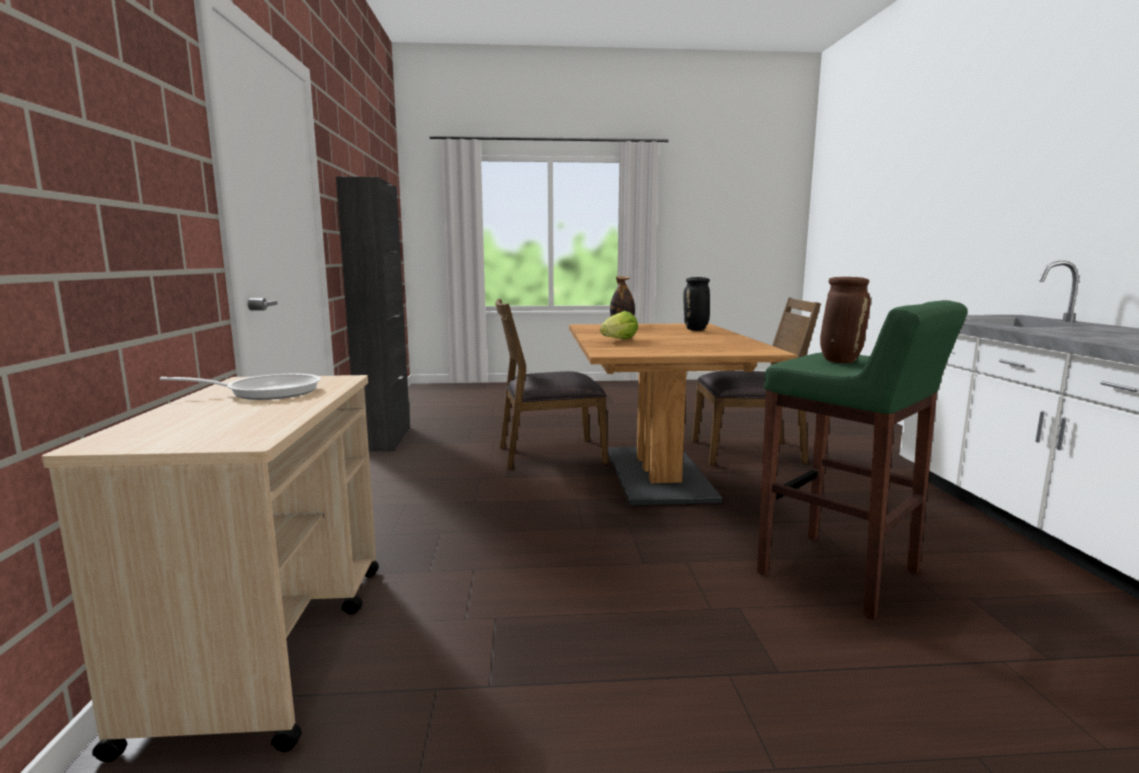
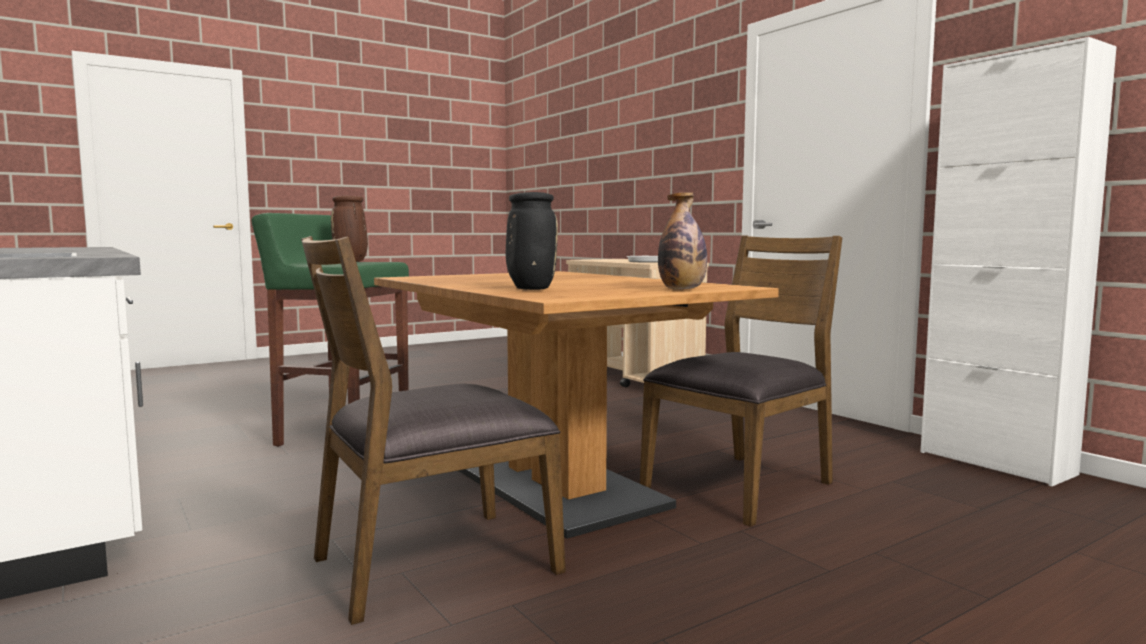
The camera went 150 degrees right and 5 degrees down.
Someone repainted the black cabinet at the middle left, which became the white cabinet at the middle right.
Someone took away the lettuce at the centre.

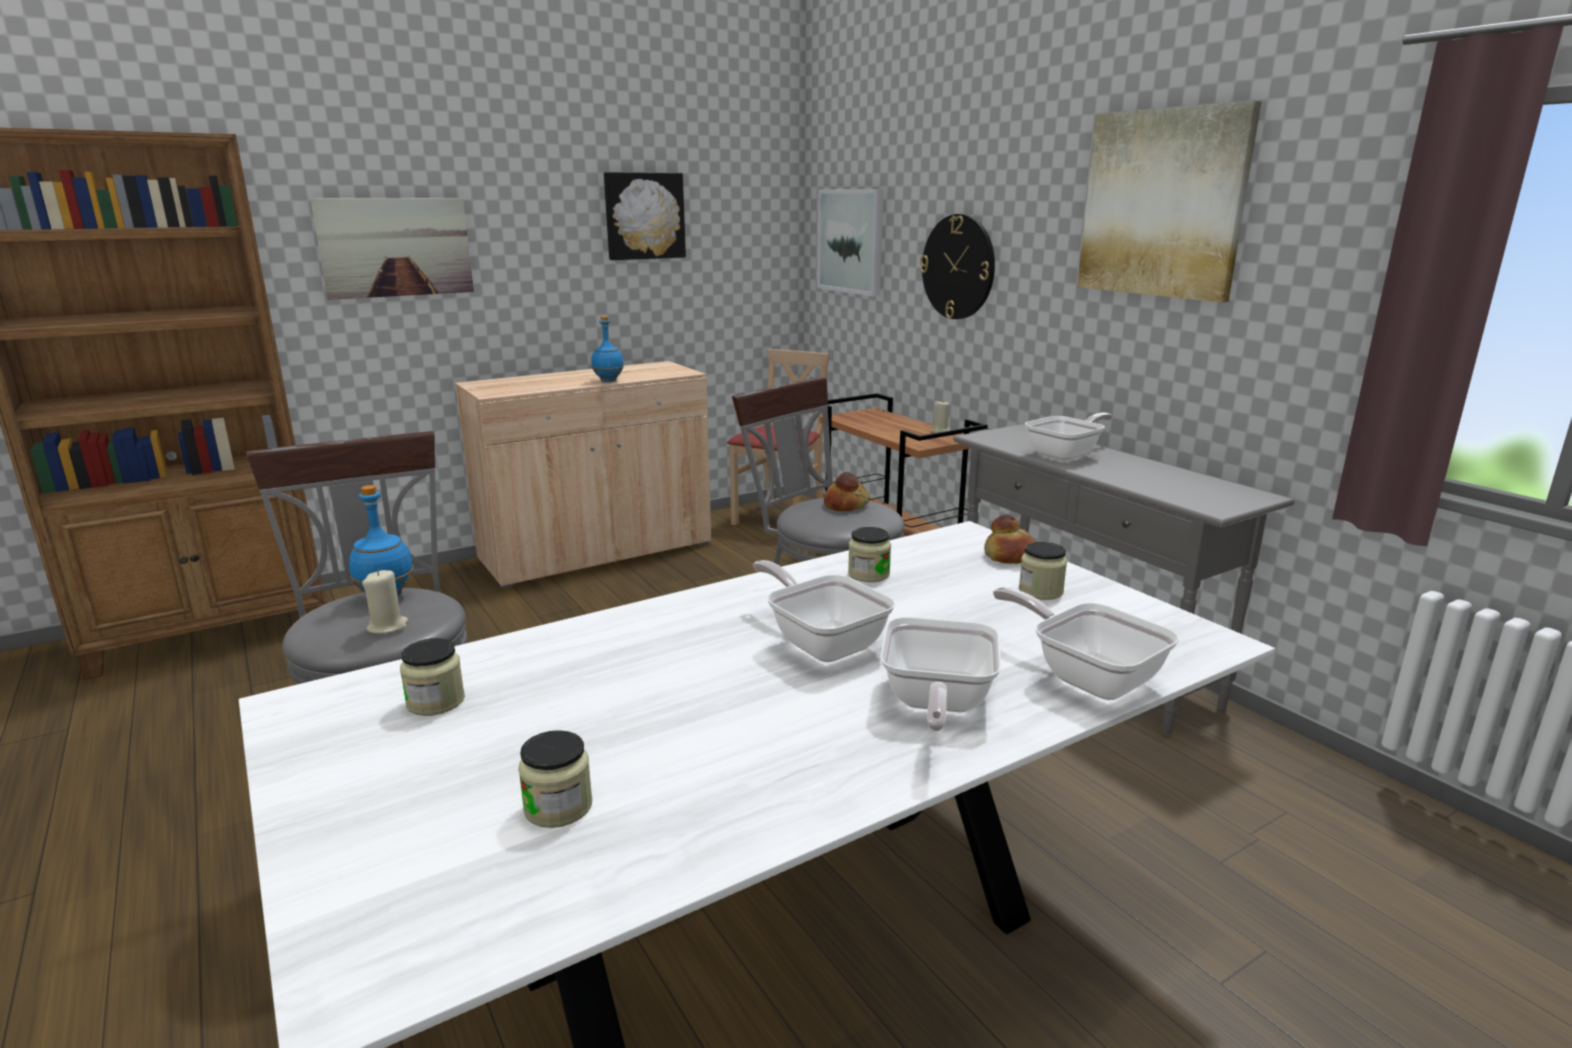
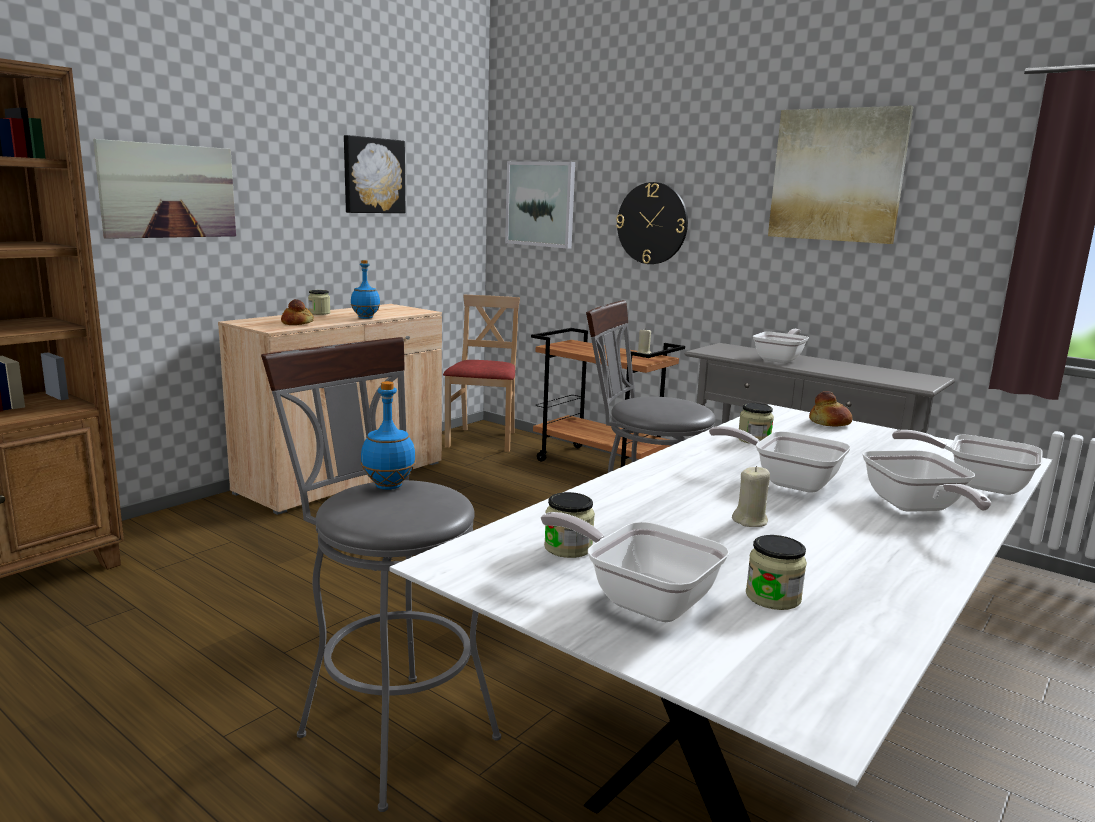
The camera went 20 degrees left and 5 degrees down.
Someone carried the beige candle (1st from left in the first image) from the middle left to the middle right.
Someone carried the bread (1st from left) from the centre to the middle left.
Someone carried the jar (4th from left in the first image) from the centre to the middle left.
Someone put down the frying pan (1st from left) at the bottom centre.

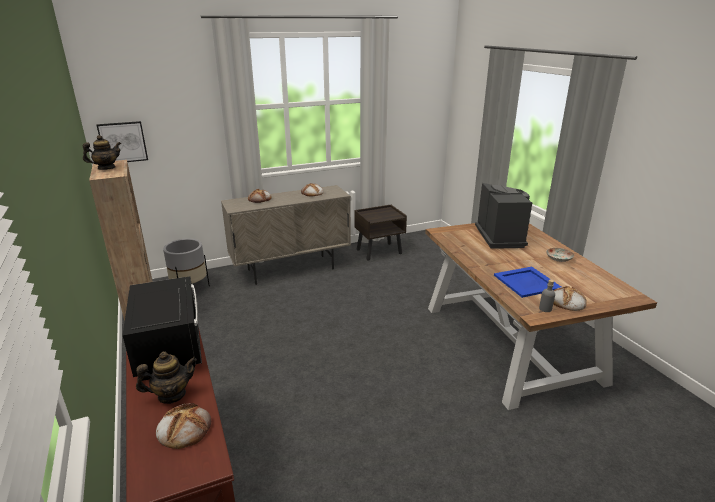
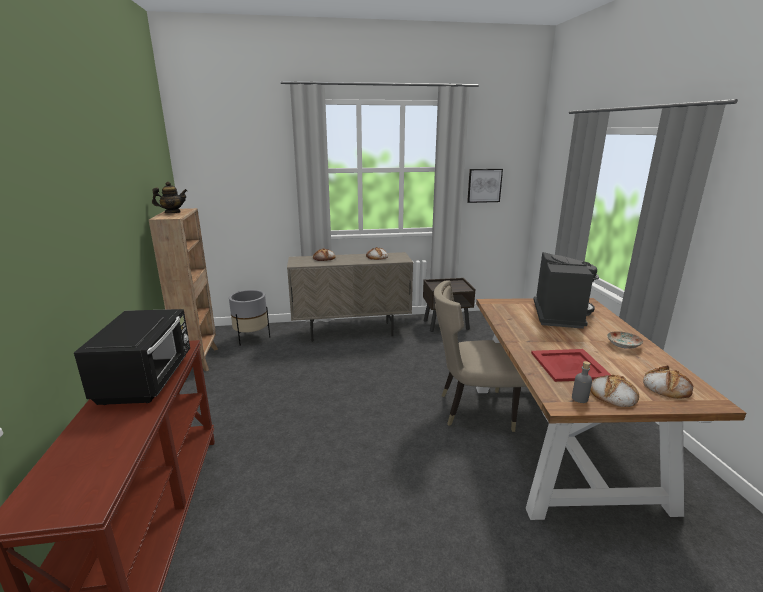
The camera went 15 degrees right and 5 degrees down.
Someone carried the picture from the top left to the top centre.
Someone took away the teapot (2nd from left) at the bottom left.
Someone carried the bread (1st from left in the first image) from the bottom left to the middle right.
Someone repainted the blue tray at the middle right, which became the red tray at the middle right.
Someone put down the beige chair at the centre.

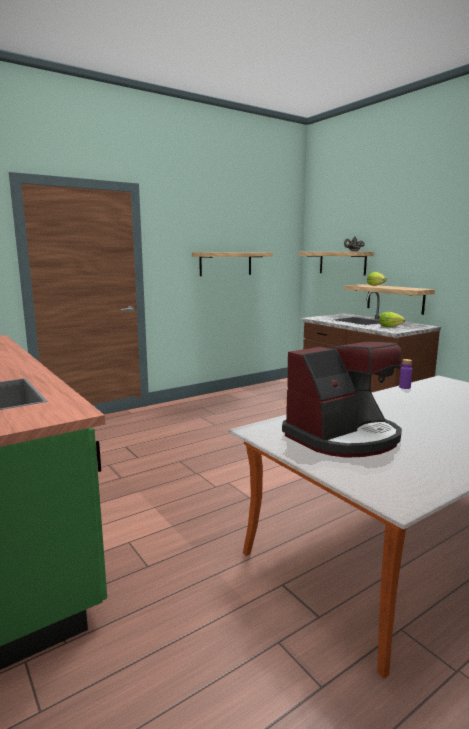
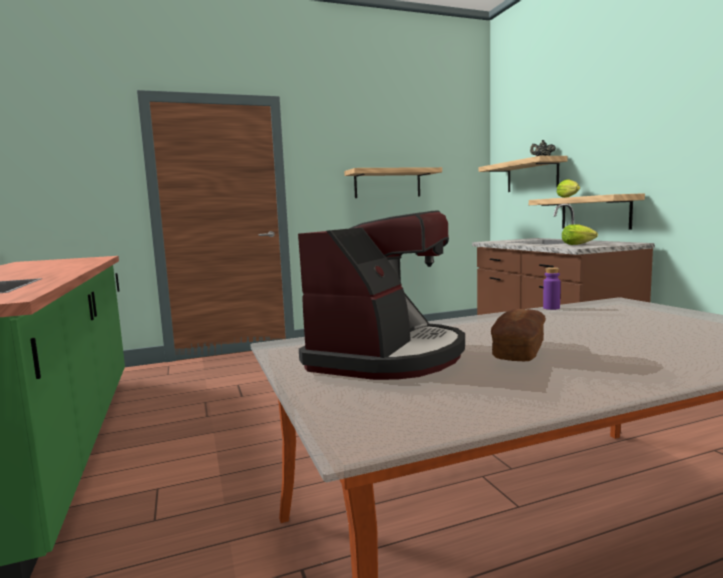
The camera went 15 degrees right and 5 degrees down.
Someone rotated the coffee machine at the middle right by 45 degrees counterclockwise.
Someone put down the bread at the middle right.

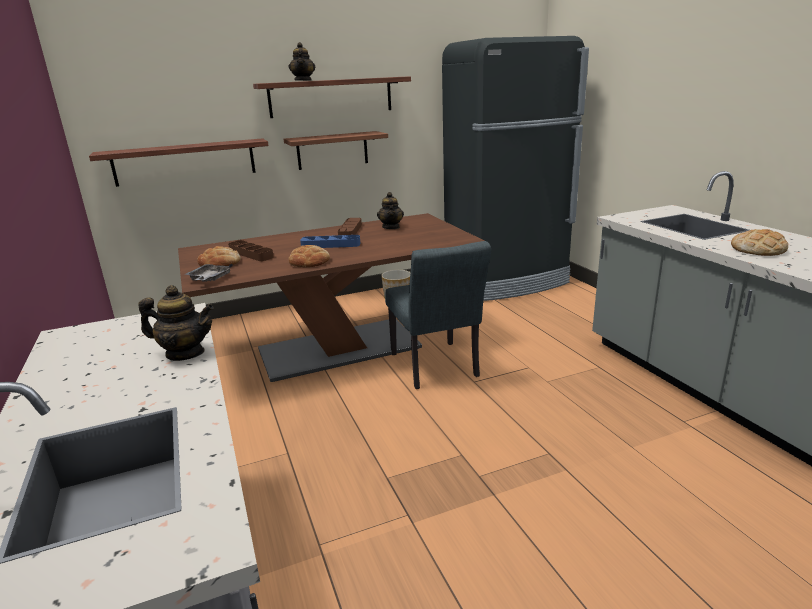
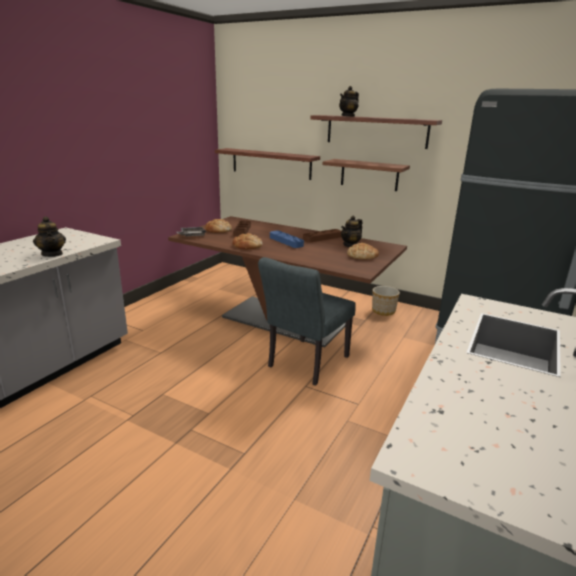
The camera went 50 degrees right and 0 degrees up.
Someone carried the bread (3rd from left) from the middle right to the centre.

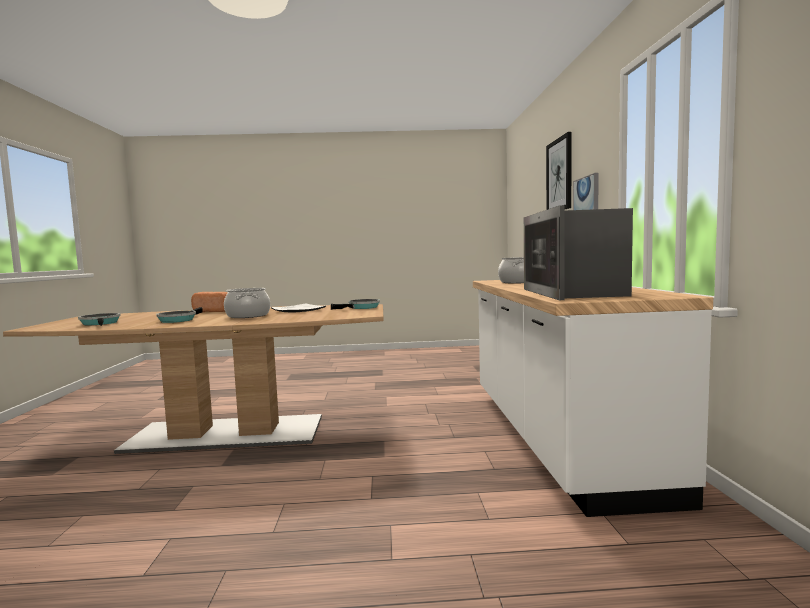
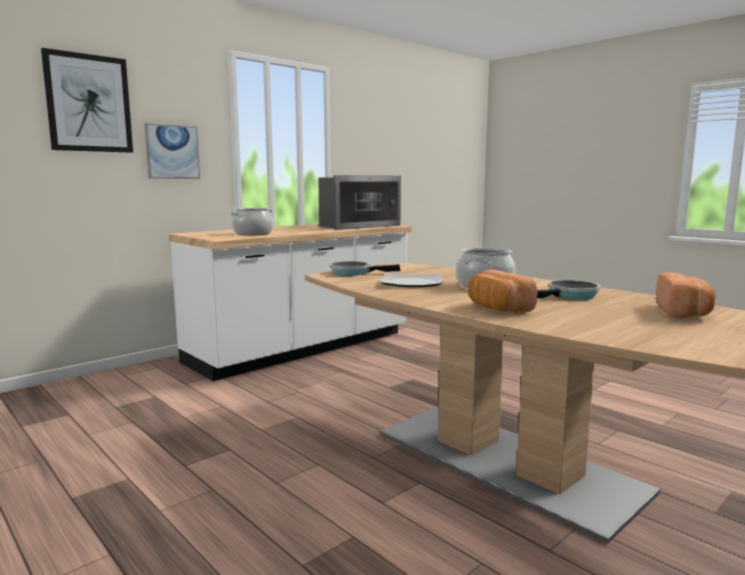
The camera went 130 degrees left and 5 degrees up.
Someone swapped the frying pan (1st from left) at the middle left for the bread (2nd from left) at the middle right.

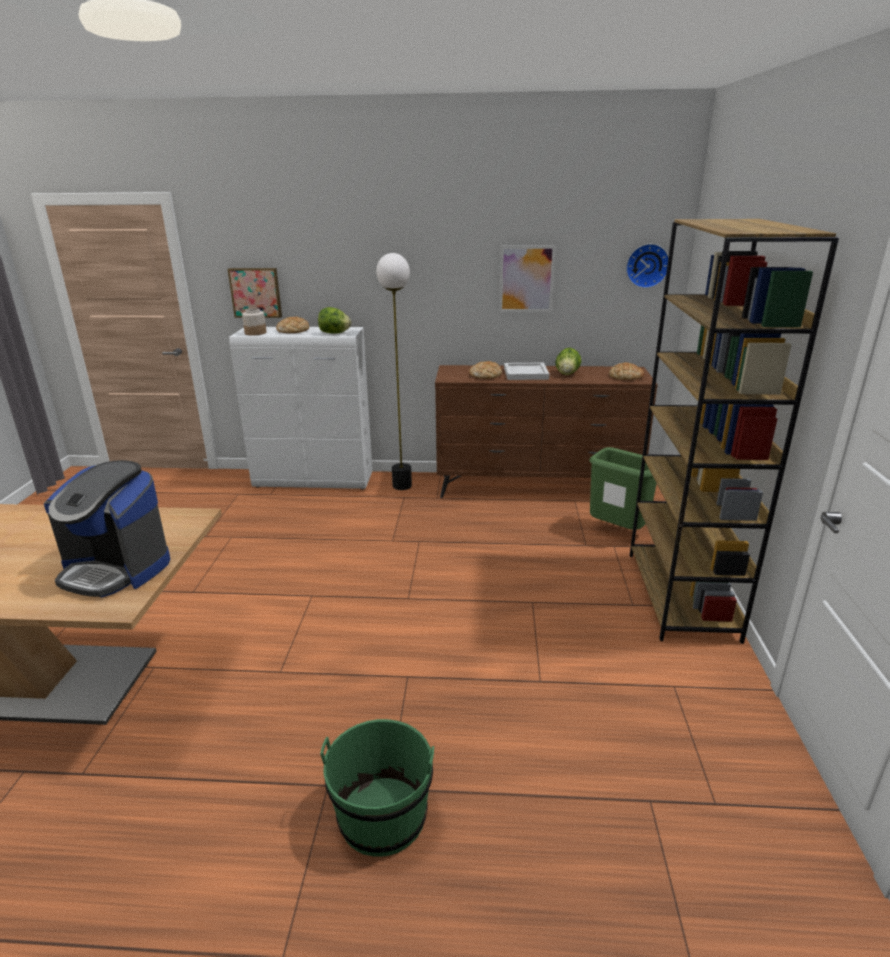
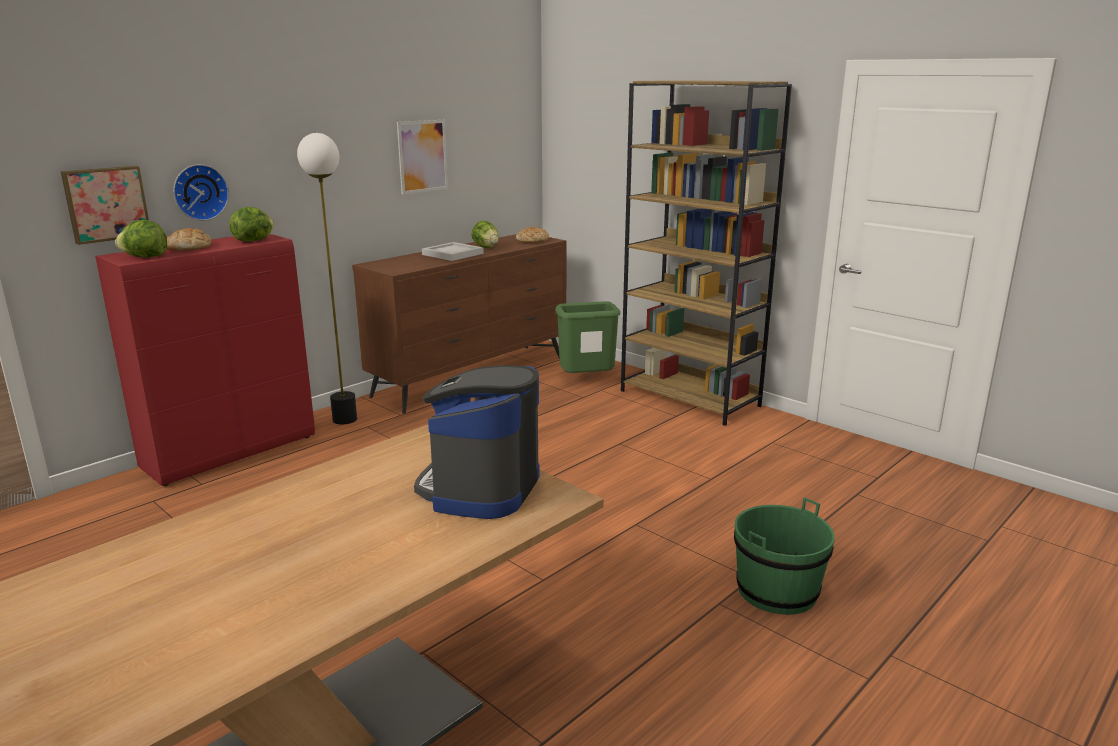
The camera went 50 degrees left and 5 degrees down.
Someone rotated the coffee machine at the middle left by 135 degrees clockwise.
Someone repainted the white cabinet at the centre, which became the red cabinet at the middle left.
Someone swapped the jar at the middle left for the lettuce (1st from left) at the top left.
Someone took away the bread (2nd from left) at the centre.
Someone carried the wall clock from the top right to the top left.

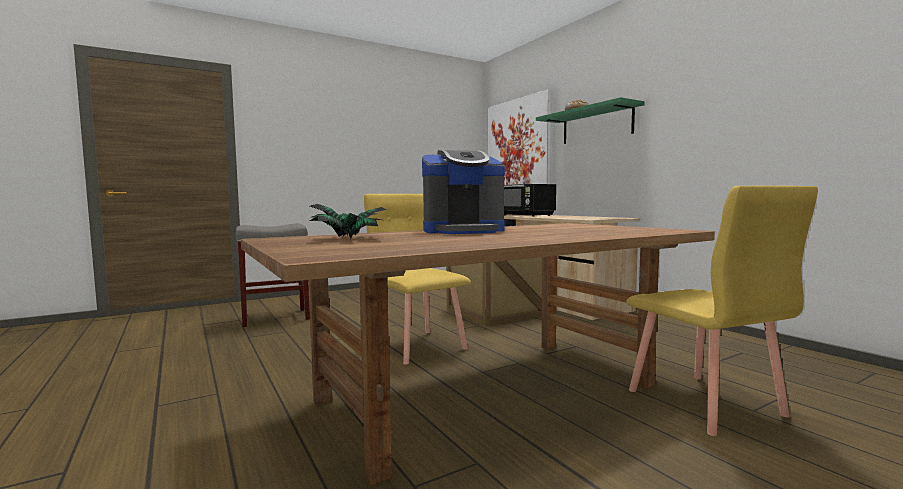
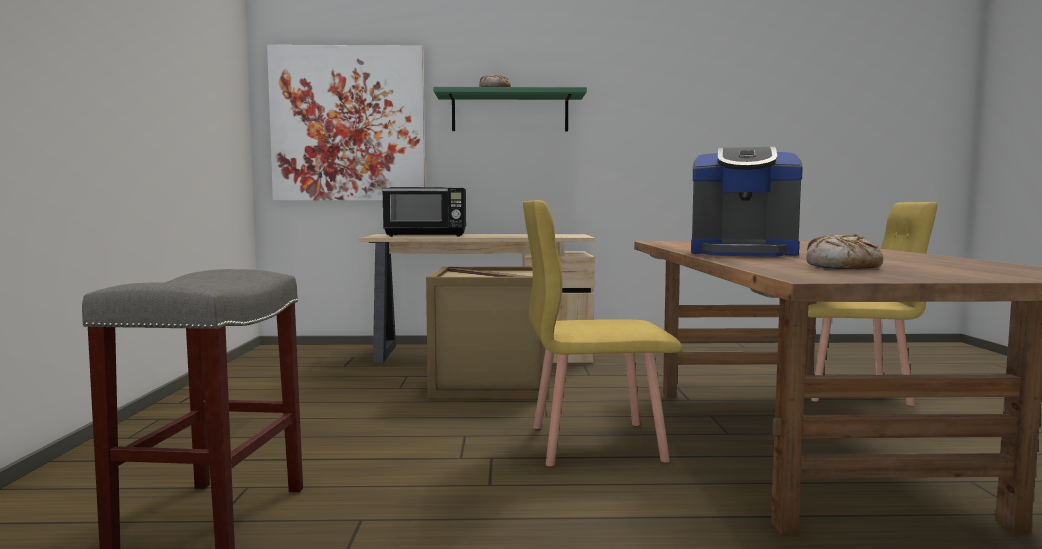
The camera went 60 degrees left and 0 degrees up.
Someone swapped the potted plant at the centre for the bread (2nd from left) at the middle right.
Someone rotated the coffee machine at the centre by 90 degrees clockwise.

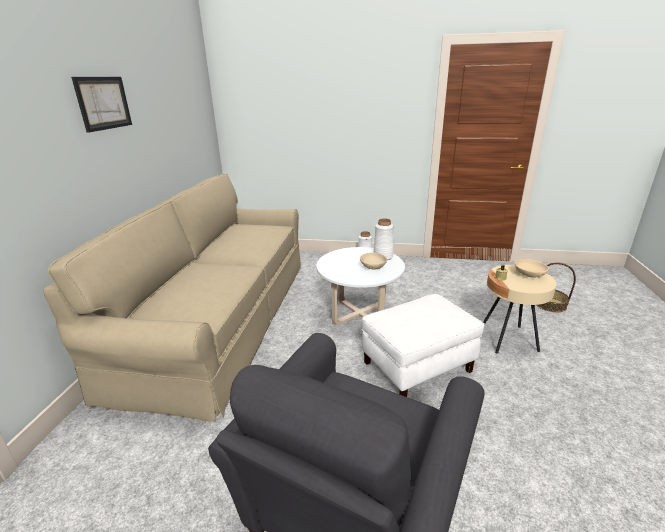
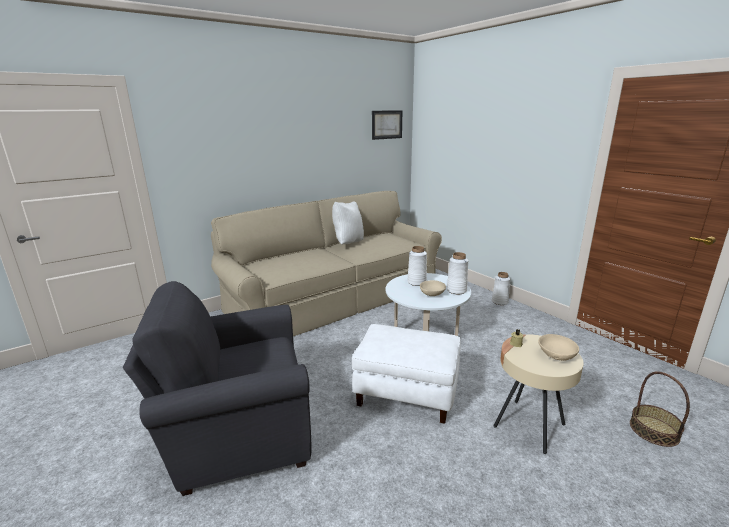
The camera went 45 degrees right and 5 degrees down.
Someone carried the picture from the top left to the top centre.
Someone put down the white pillow at the centre.
Someone put down the white vase (1st from left) at the centre.

